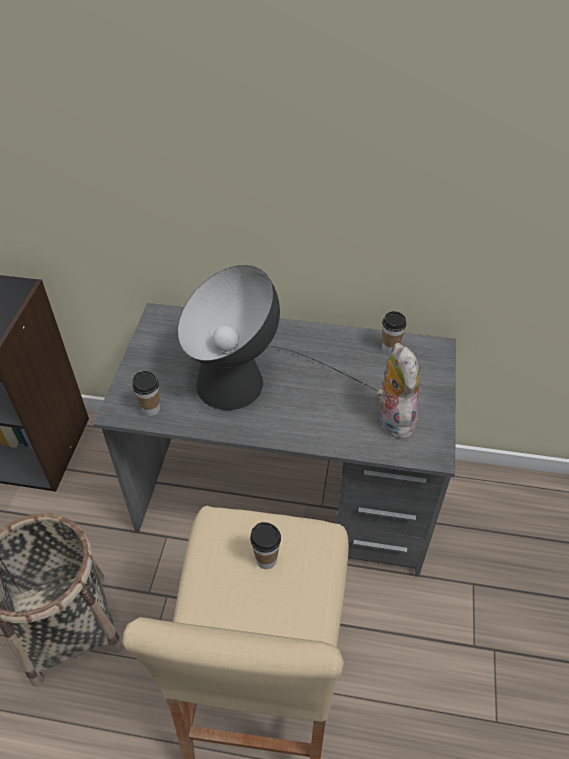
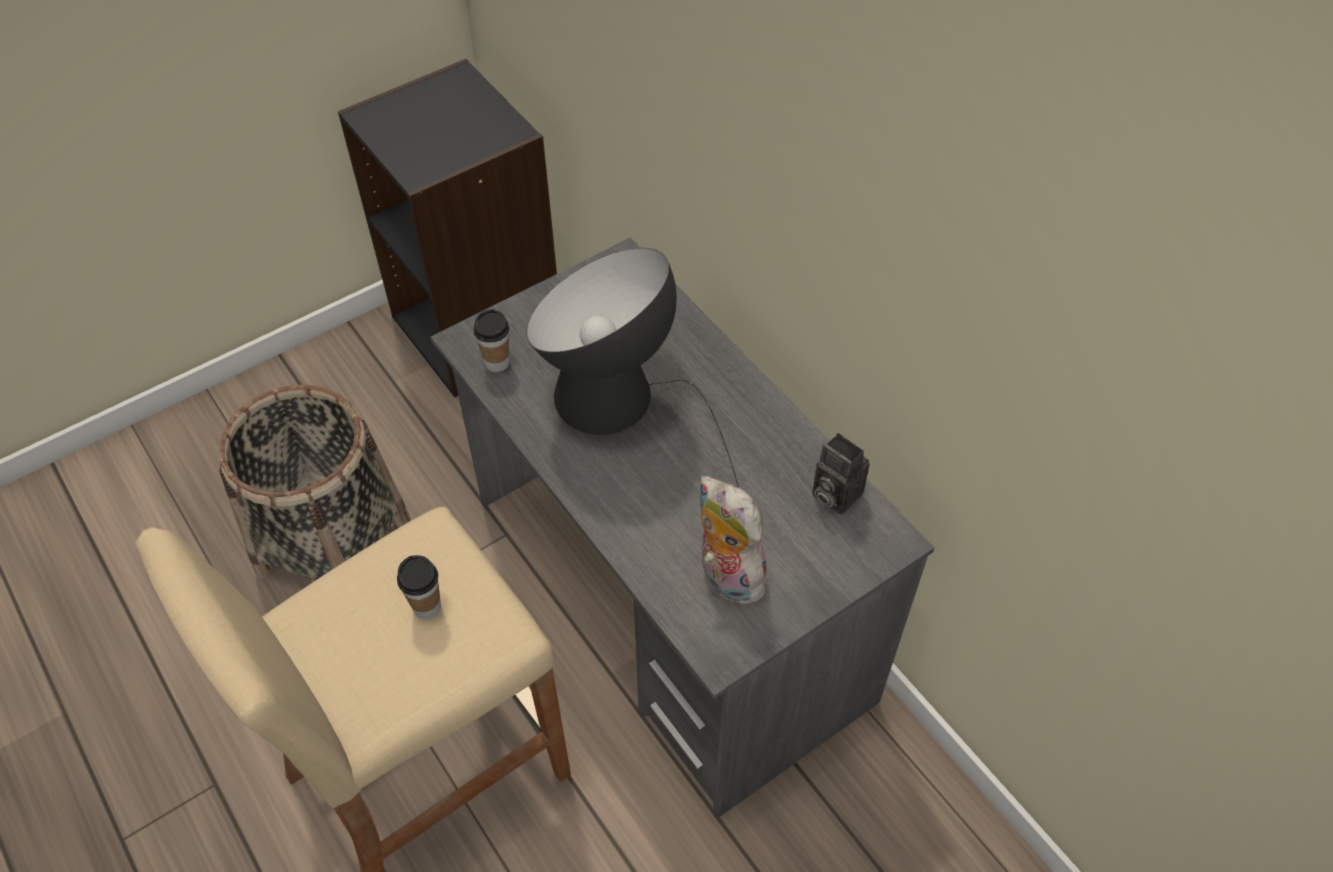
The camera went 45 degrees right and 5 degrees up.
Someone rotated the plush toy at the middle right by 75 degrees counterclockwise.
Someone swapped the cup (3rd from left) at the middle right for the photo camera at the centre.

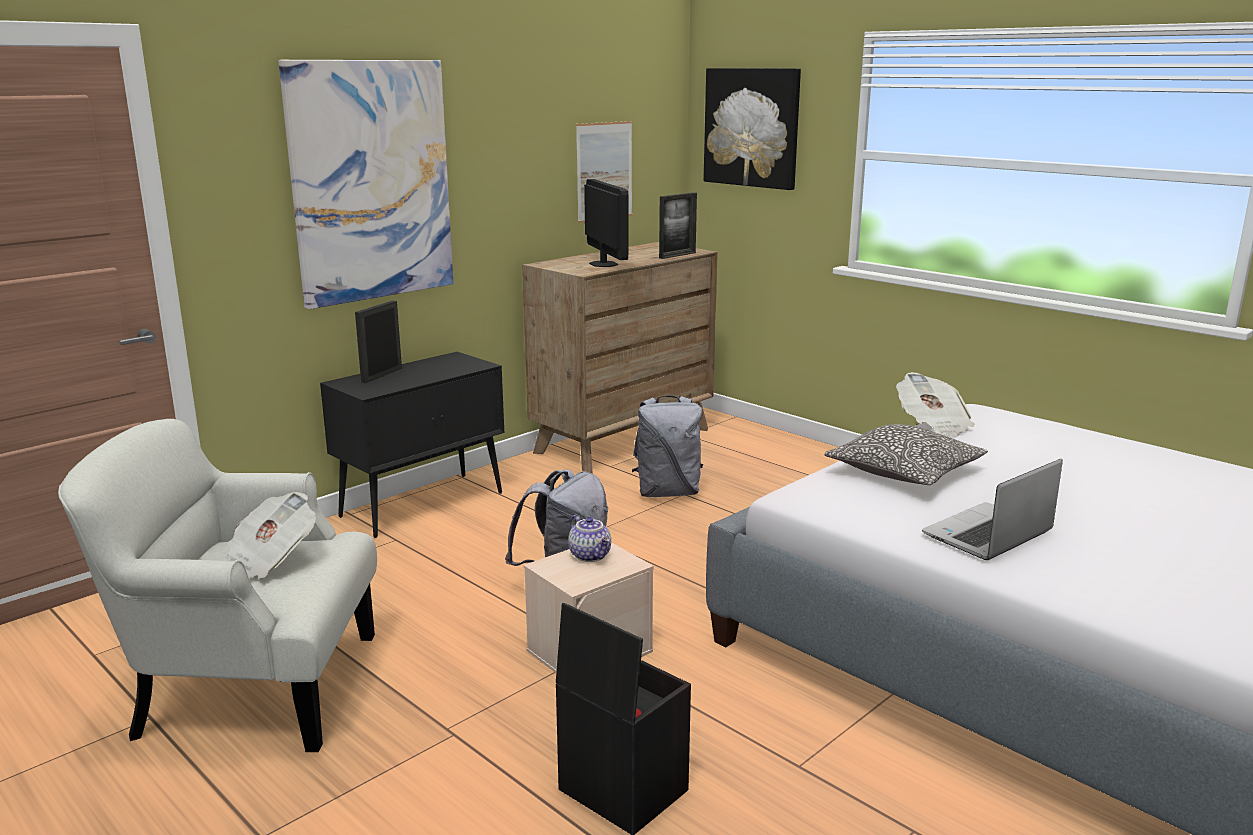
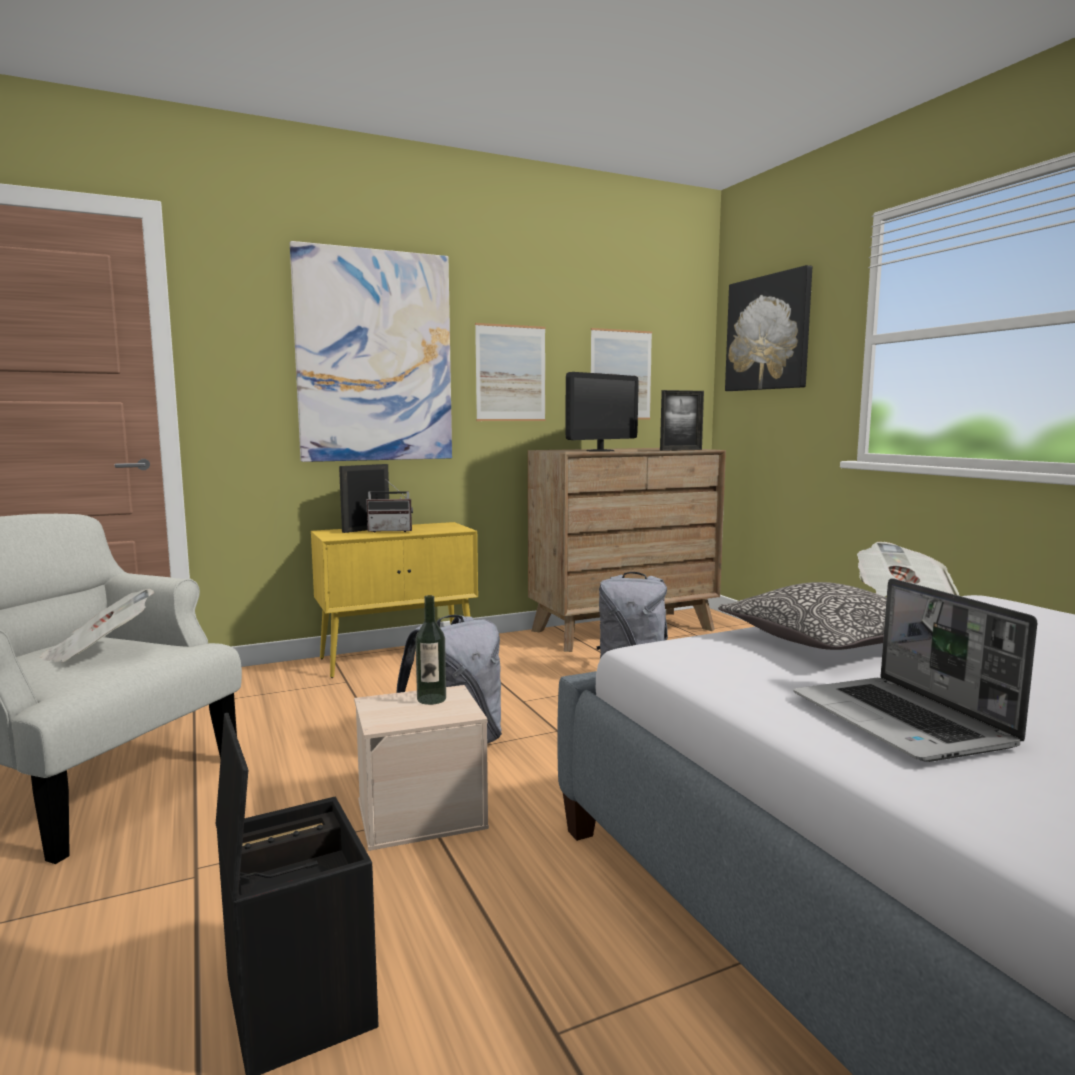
The camera went 20 degrees right and 10 degrees down.
Someone repainted the black cabinet at the middle left, which became the yellow cabinet at the centre.
Someone swapped the teapot at the centre for the bottle at the centre.
Someone rotated the monitor at the top centre by 45 degrees clockwise.
Someone rotated the laptop at the middle right by 90 degrees counterclockwise.
Someone put down the radio at the centre.
Someone put up the picture (2nd from left) at the centre.

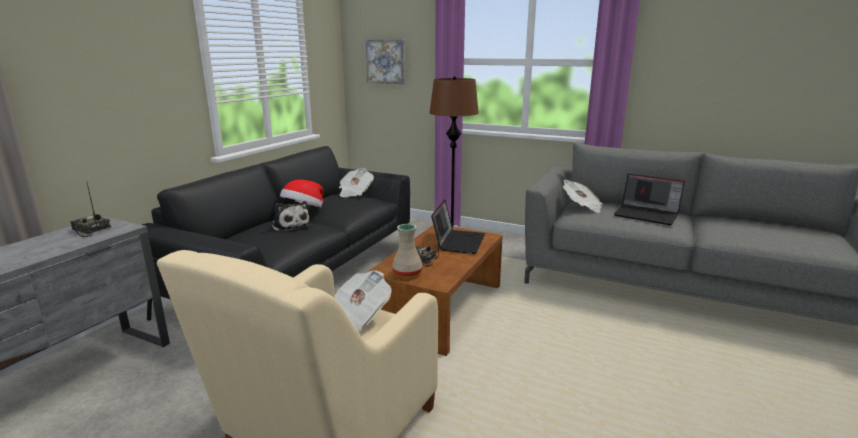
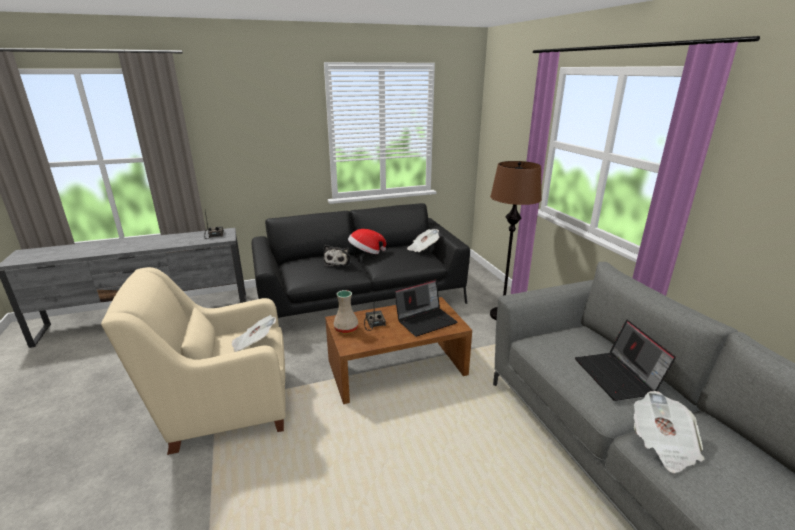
The camera went 45 degrees right and 5 degrees up.
Someone took away the picture at the top centre.
Someone carried the newspaper (3rd from left) from the middle right to the bottom right.

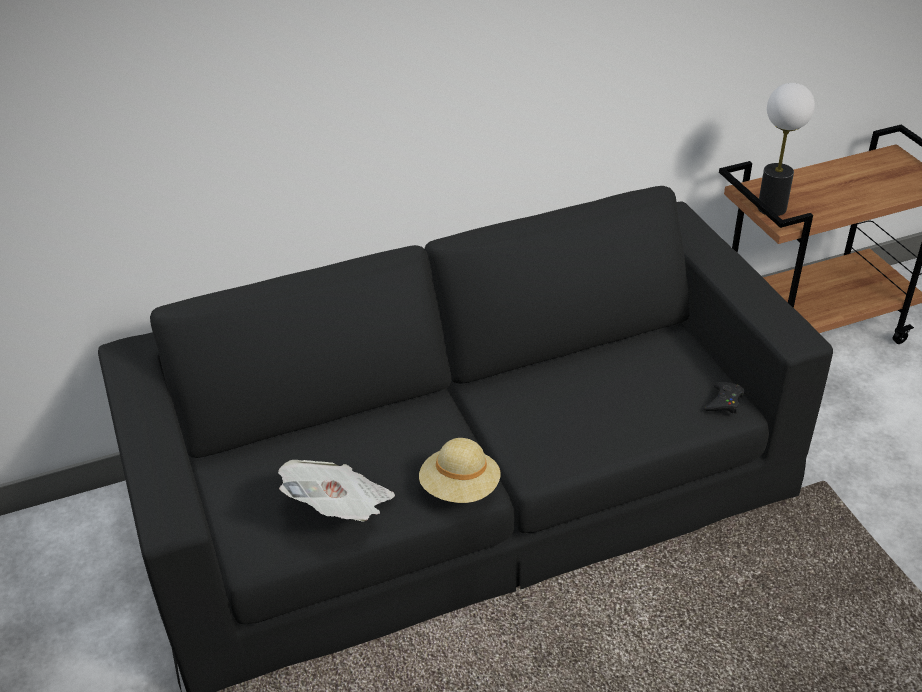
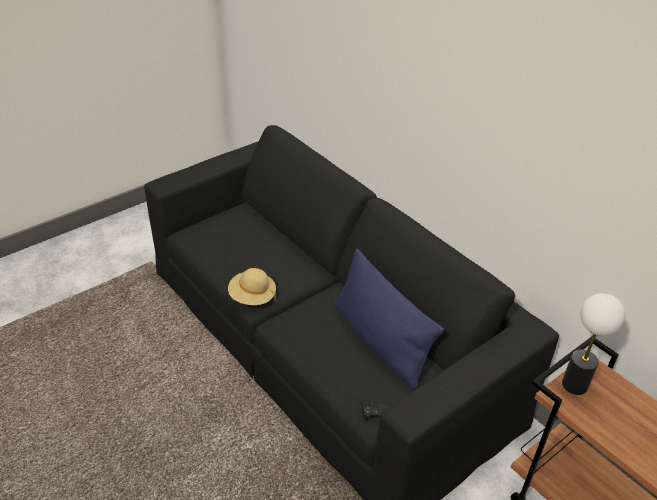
The camera went 70 degrees right and 0 degrees up.
Someone took away the newspaper at the bottom centre.
Someone put down the blue pillow at the centre.

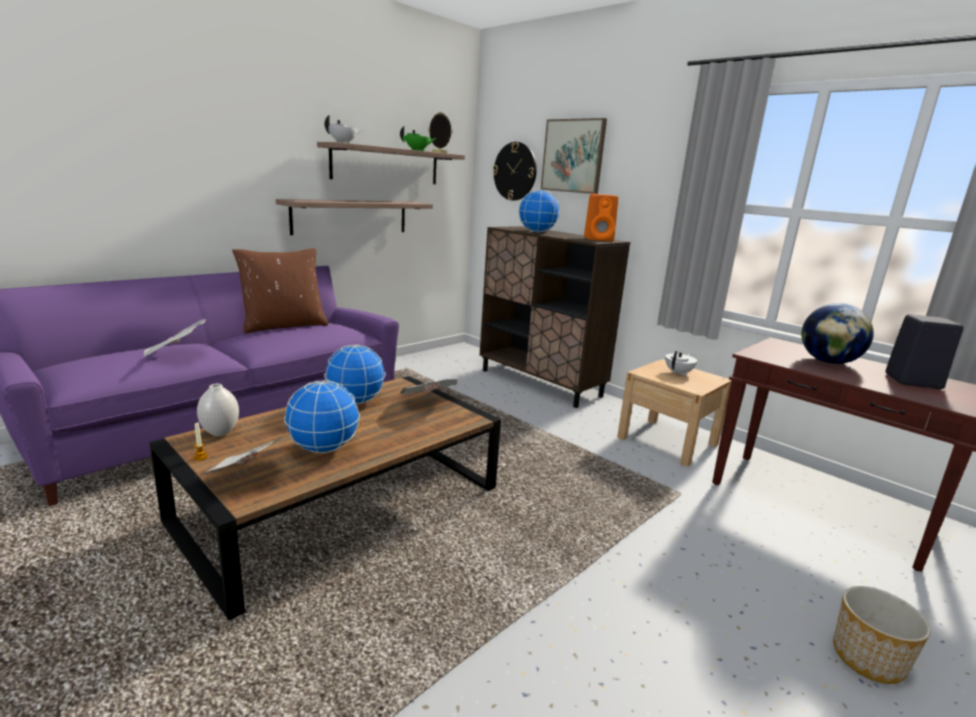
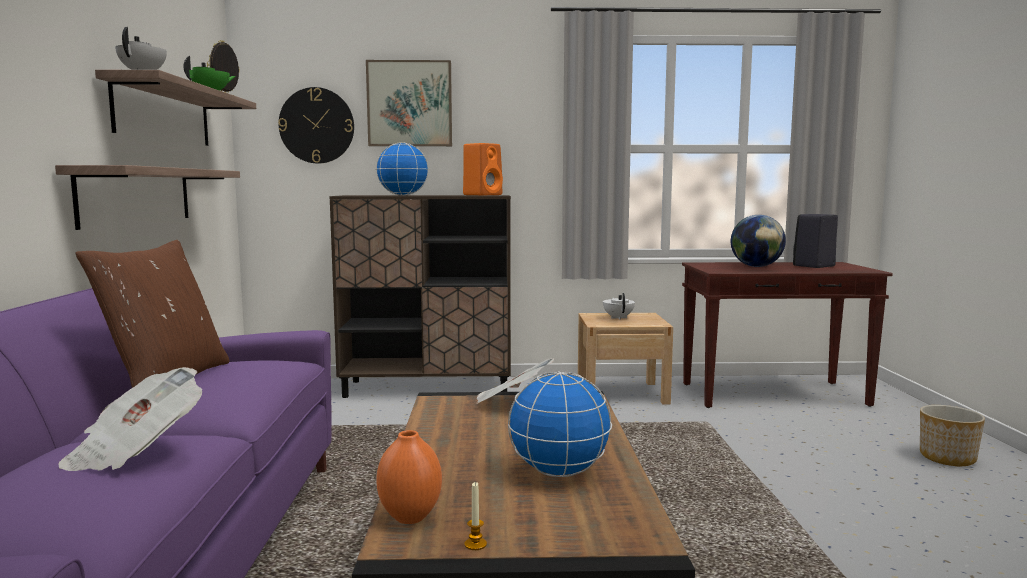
The camera went 45 degrees left and 10 degrees down.
Someone repainted the white vase at the middle left, which became the orange vase at the bottom centre.
Someone took away the newspaper (2nd from left) at the middle left.
Someone took away the globe (2nd from left) at the centre.

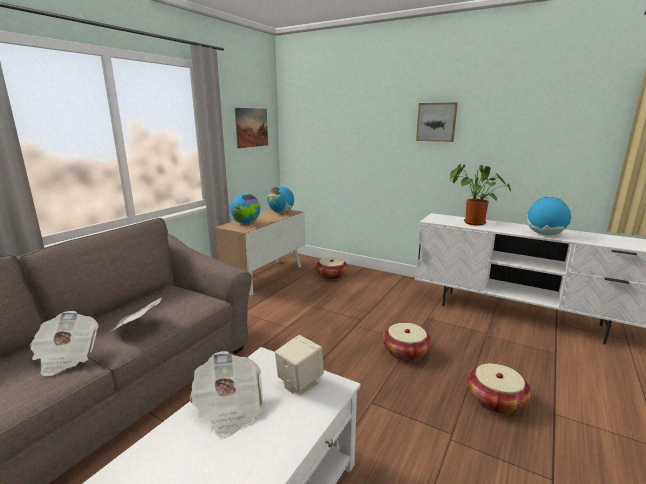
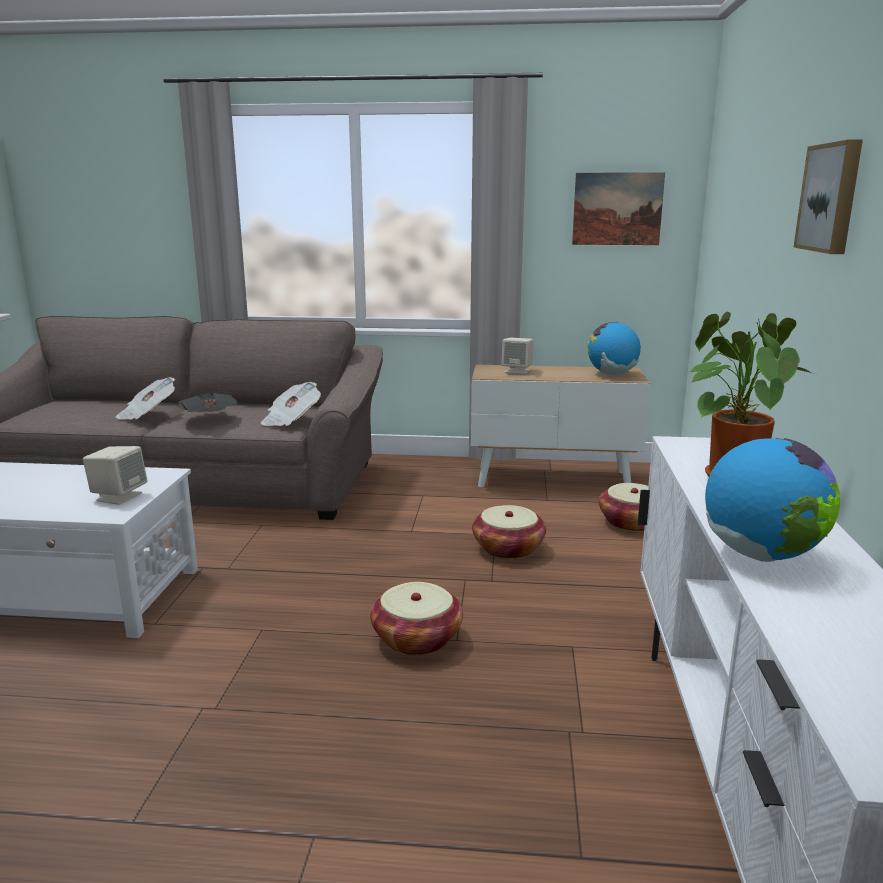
The camera went 65 degrees right and 0 degrees up.
Someone carried the newspaper (3rd from left) from the bottom centre to the middle left.
Someone swapped the globe (1st from left) at the centre for the beige speaker (2nd from left) at the centre.
Someone carried the basket (3rd from left in the first image) from the bottom right to the centre.

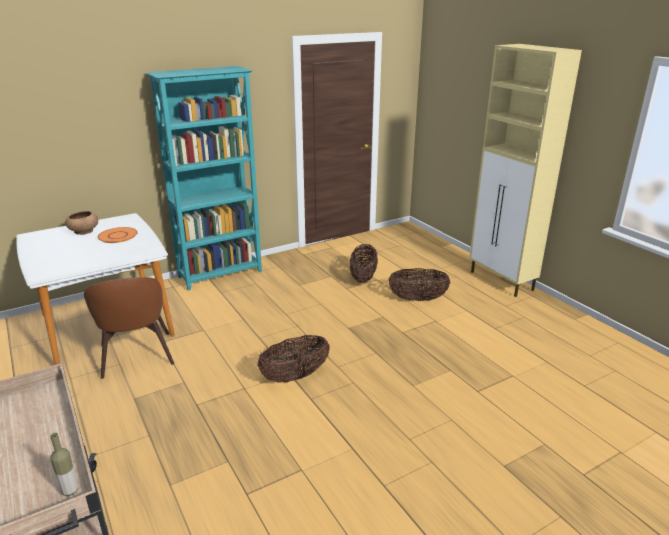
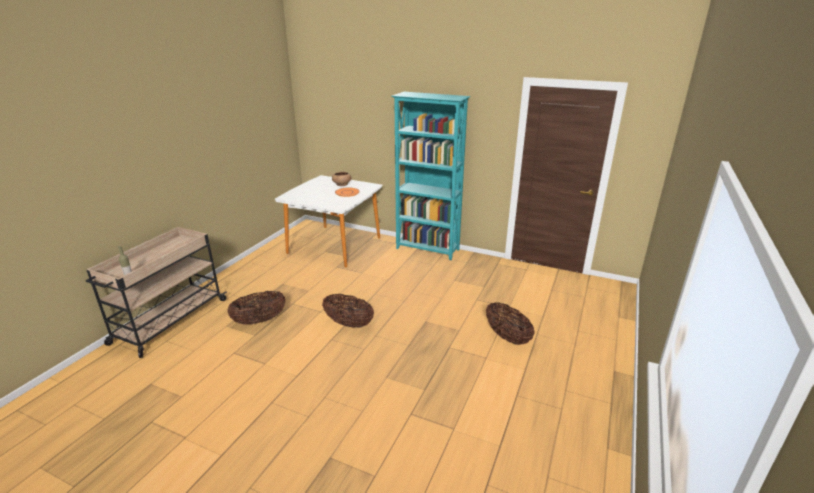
The camera went 55 degrees right and 0 degrees up.
Someone took away the brown chair at the middle left.
Someone carried the basket (2nd from left in the first image) from the centre to the middle left.
Someone took away the beige cabinet at the top right.

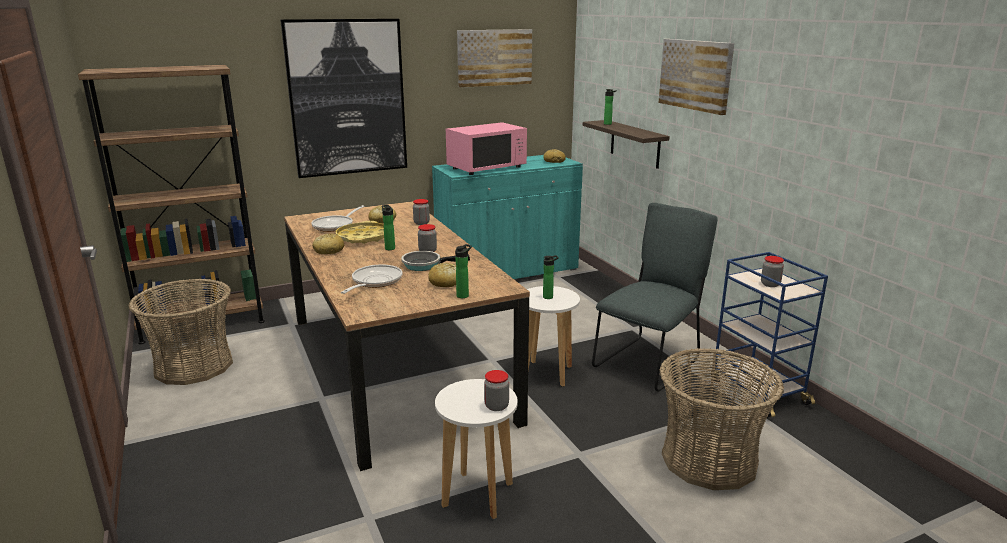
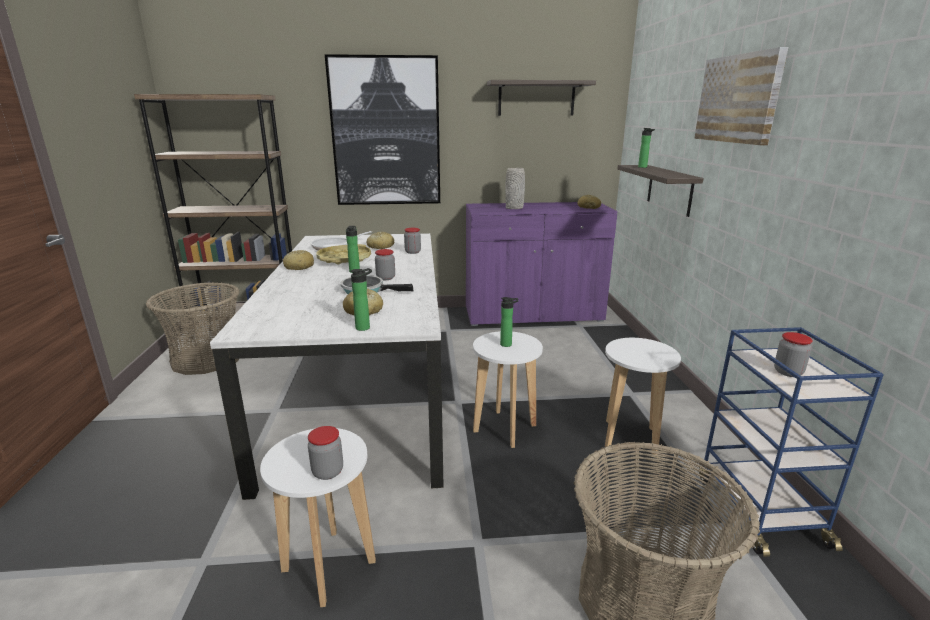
The camera went 20 degrees right and 0 degrees up.
Someone repainted the brown dining table at the centre, which became the white dining table at the centre.
Someone took away the frying pan (2nd from left) at the centre.
Someone repainted the turquoise cabinet at the centre, which became the purple cabinet at the centre.
Someone swapped the pink microwave at the top centre for the grey vase at the top centre.
Someone swapped the picture (2nd from left) at the top centre for the shelf (1st from left) at the top centre.
Someone swapped the grey chair at the centre for the white stool (3rd from left) at the middle right.

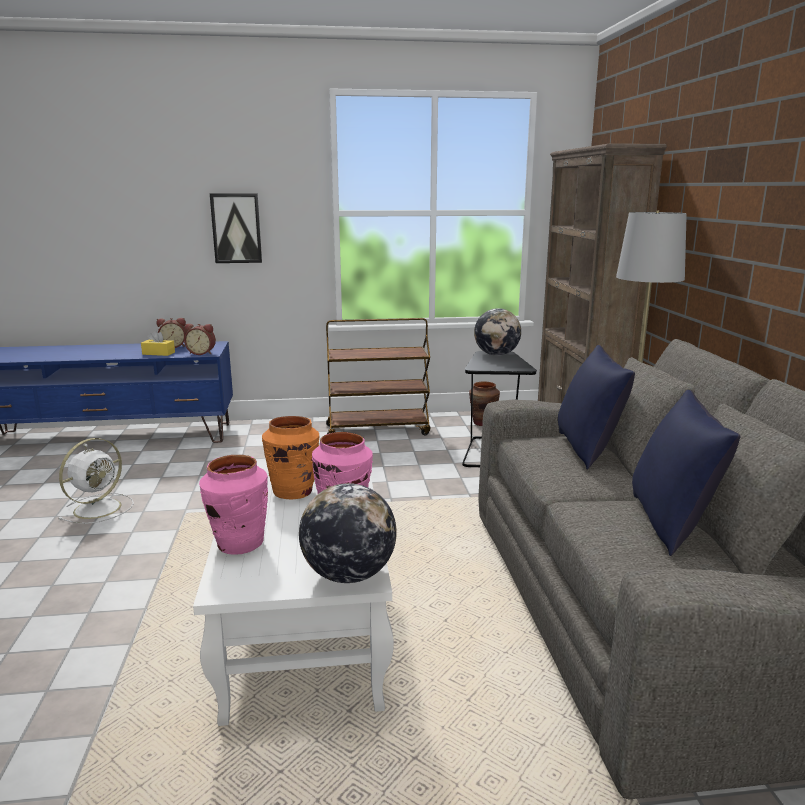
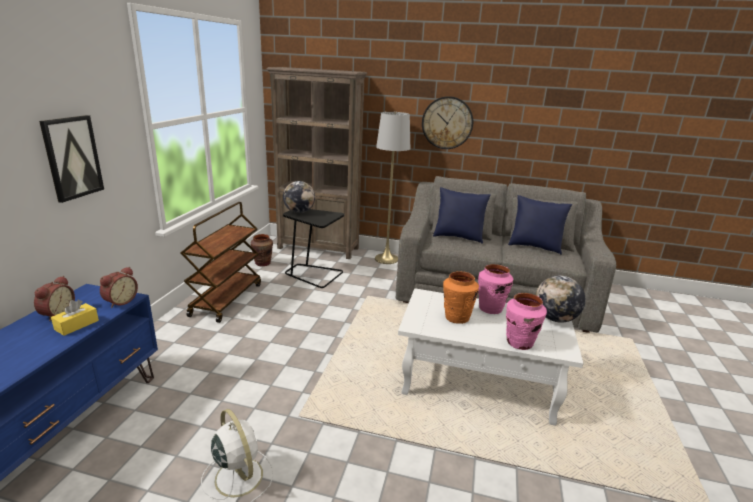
The camera went 70 degrees left and 5 degrees up.
Someone put up the wall clock at the top centre.

